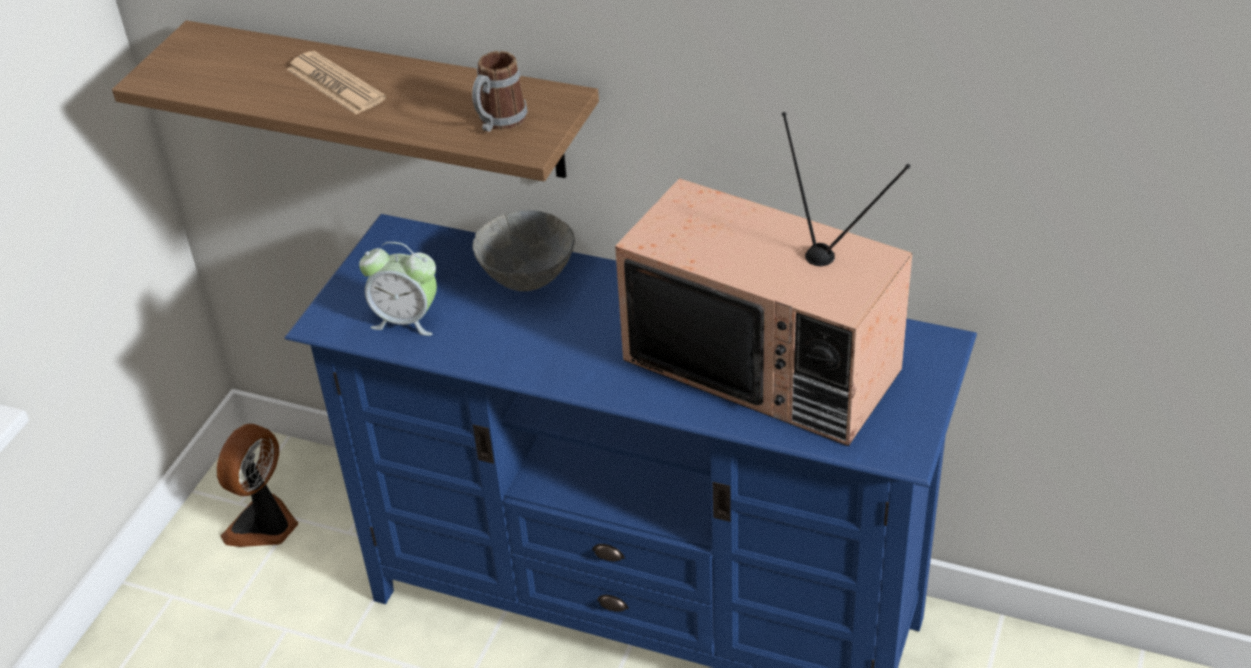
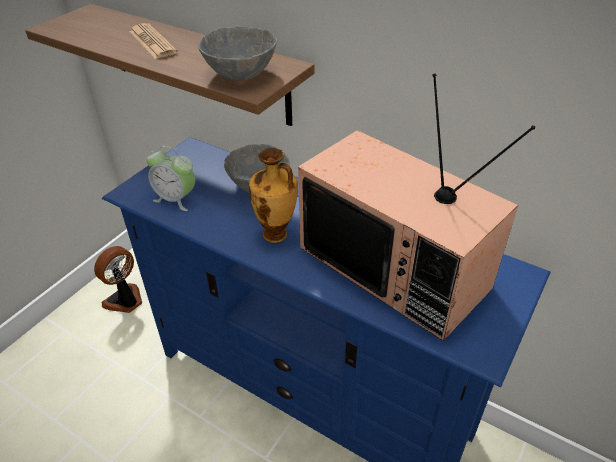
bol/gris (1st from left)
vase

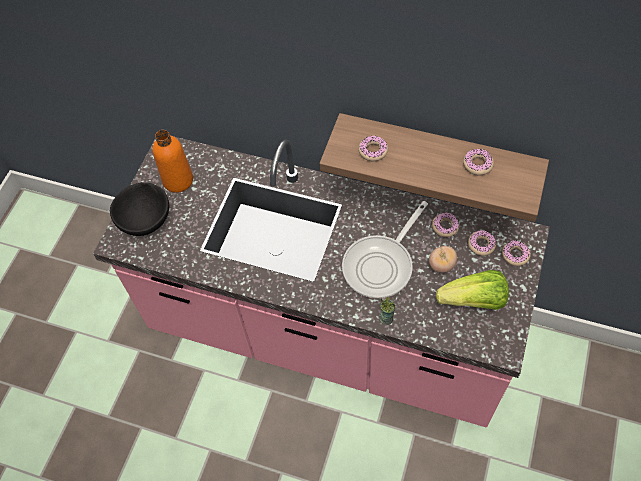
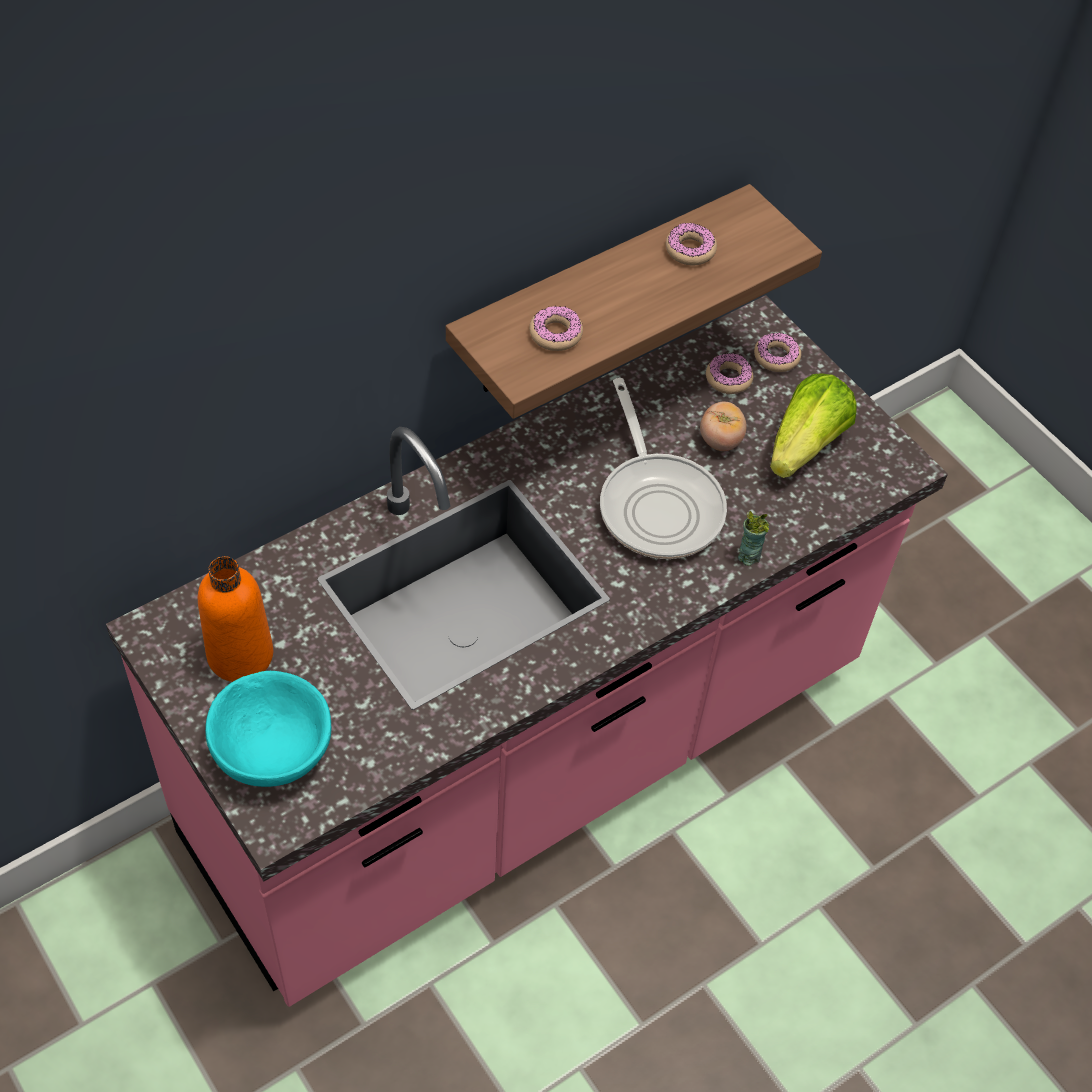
bol/turquoise
beignet (2nd from left in the first image)

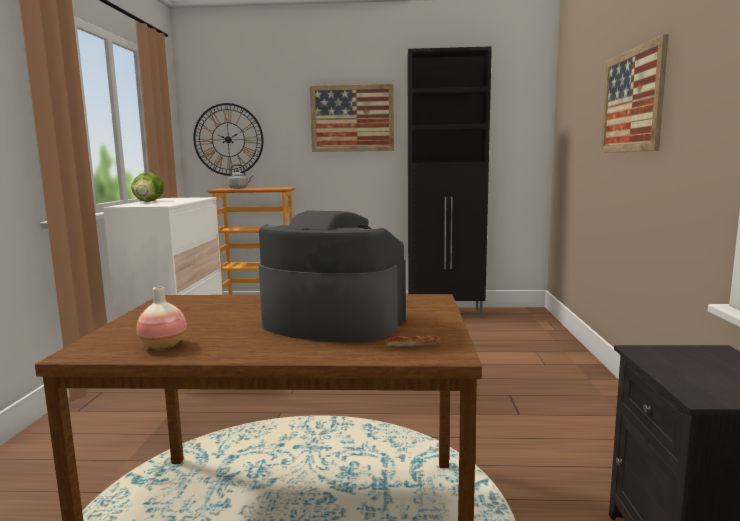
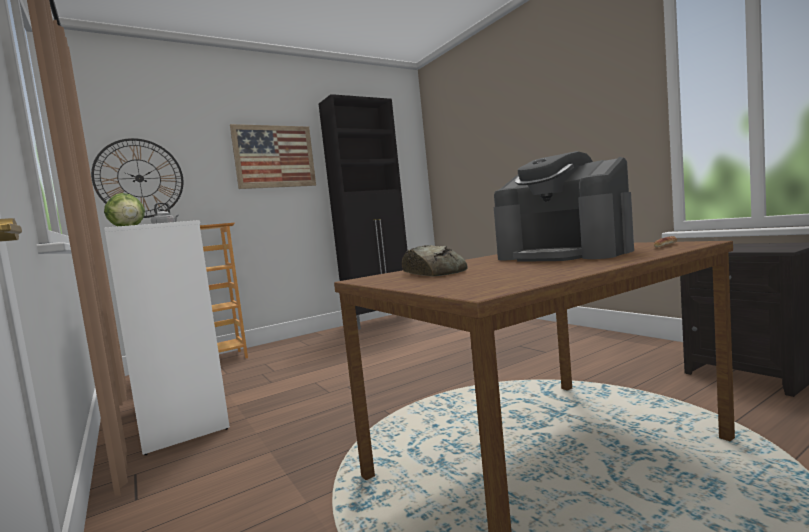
pain (1st from left)
machine à café
vase
tableau (2nd from left in the first image)

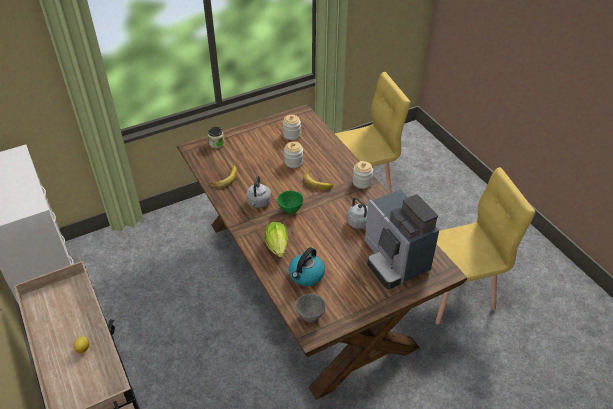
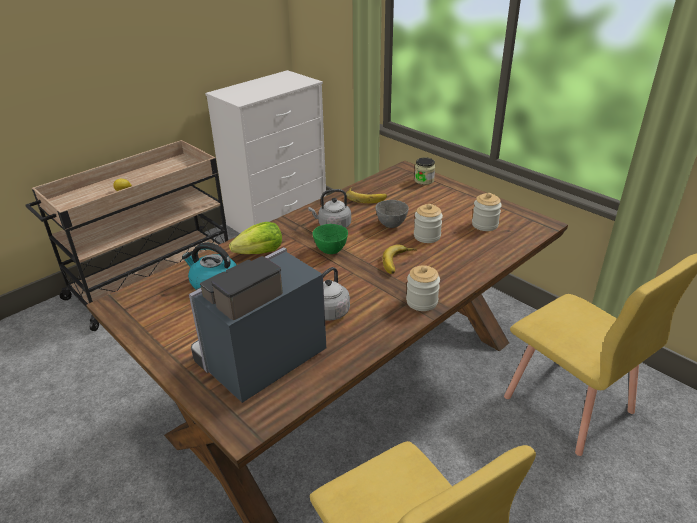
bol/gris

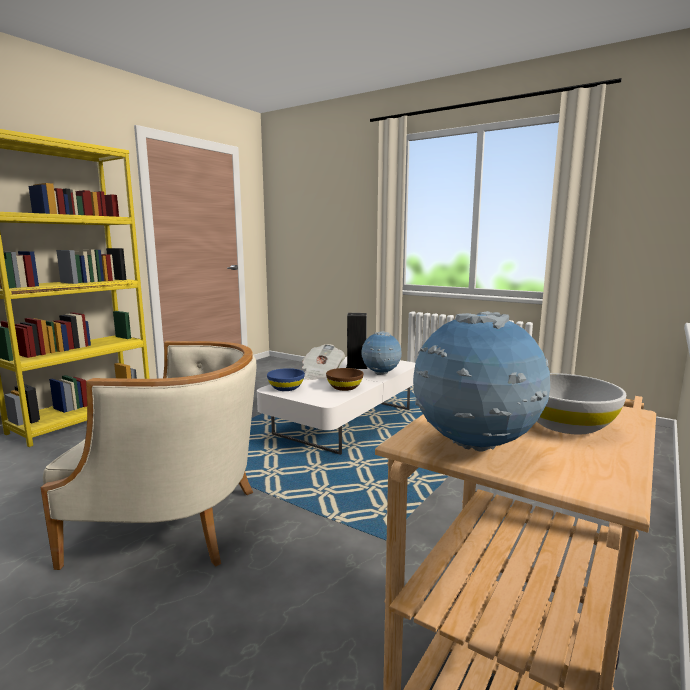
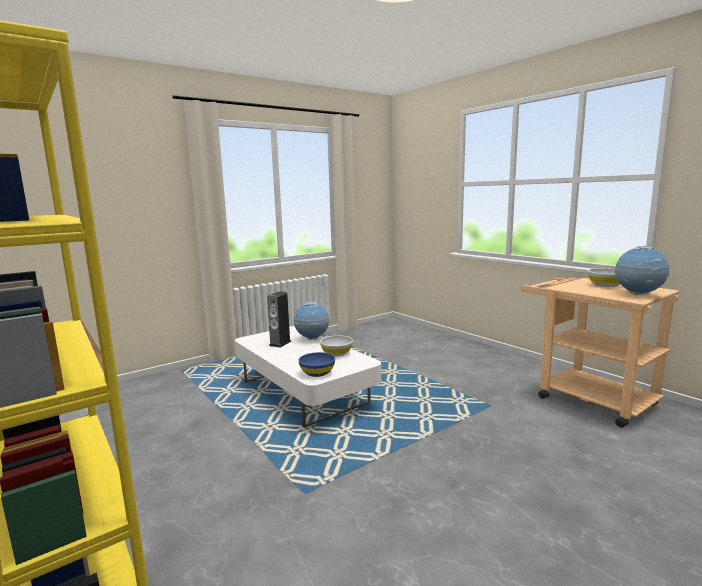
bol/blanc (1st from left)
fauteuil/beige
journal

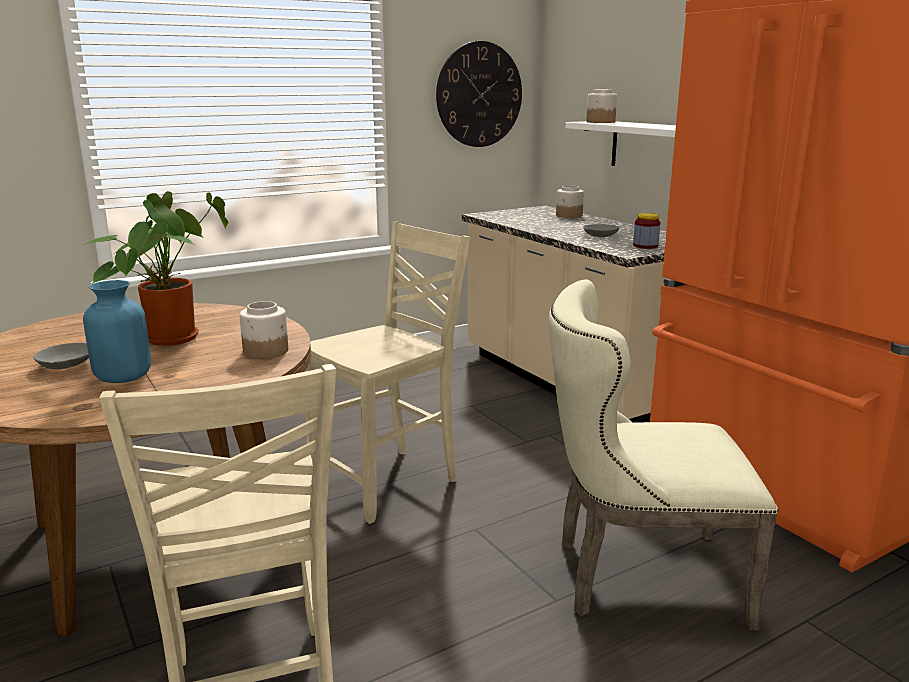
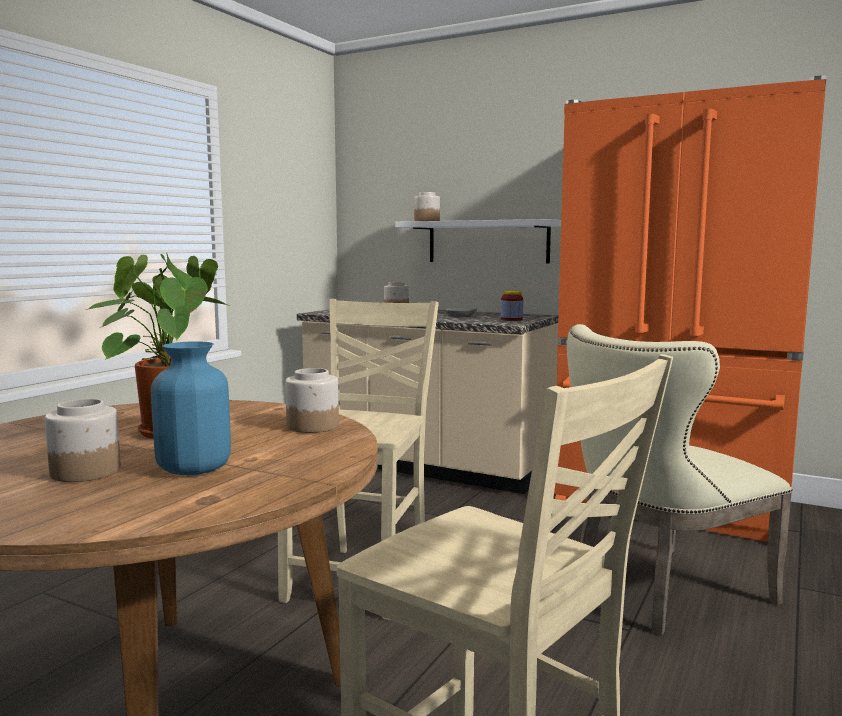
bocal (1st from left)
horloge murale

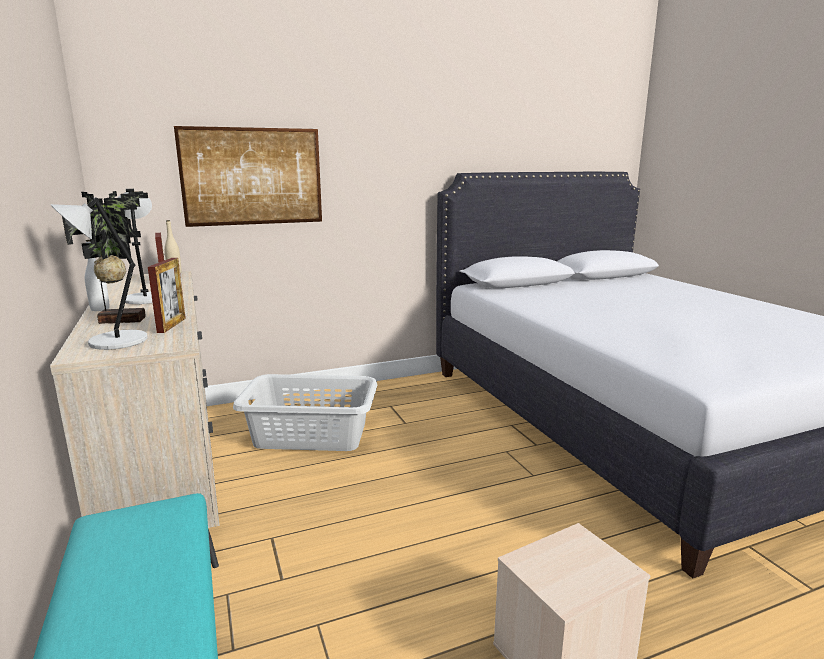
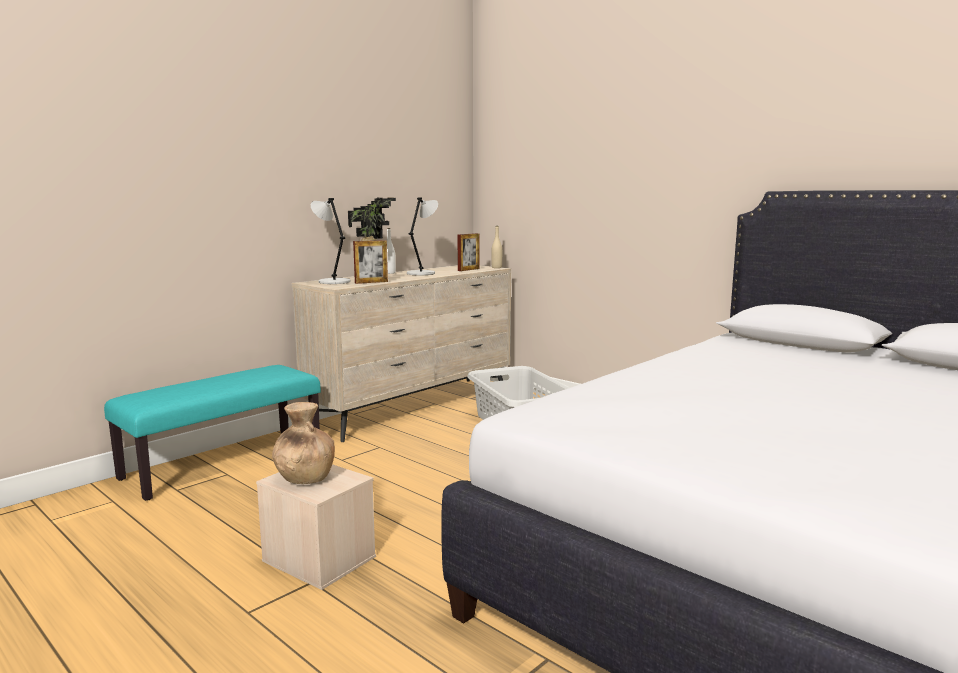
vase/marron
tableau

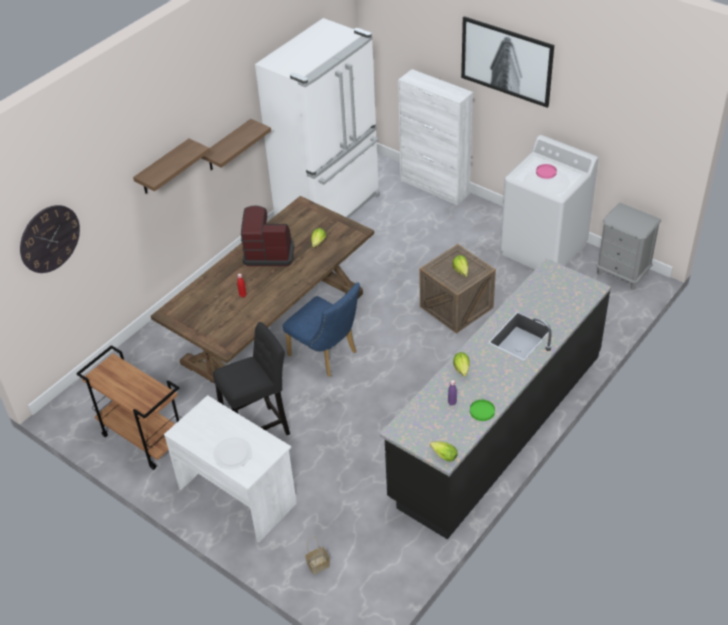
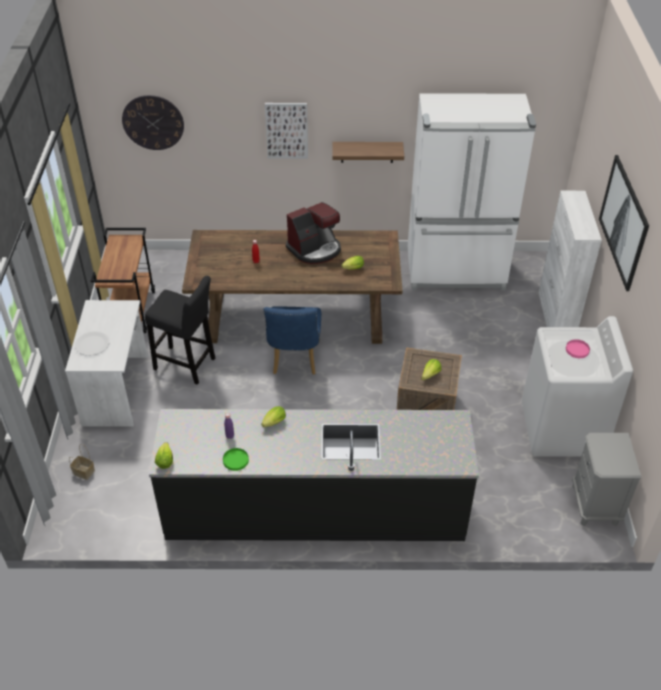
tableau (1st from left)
machine à café

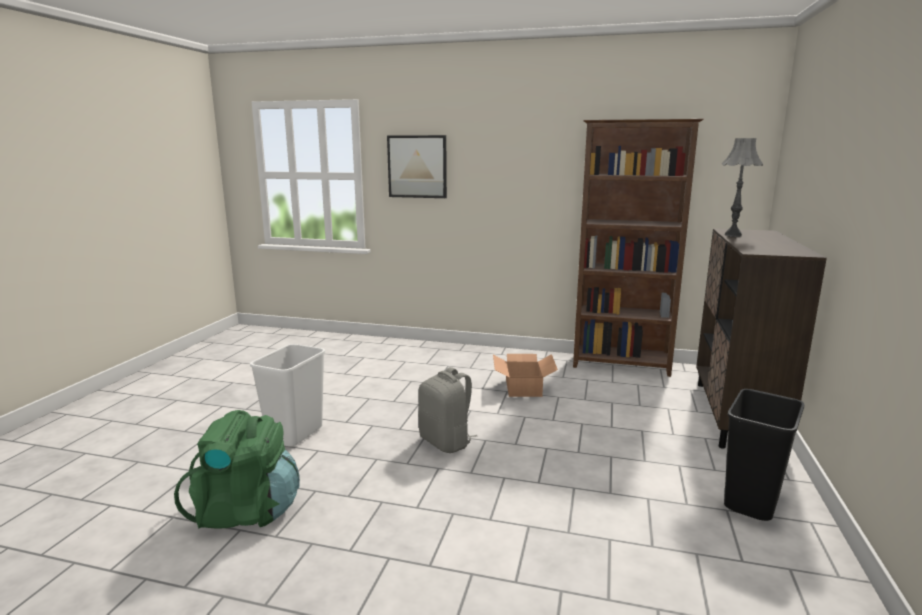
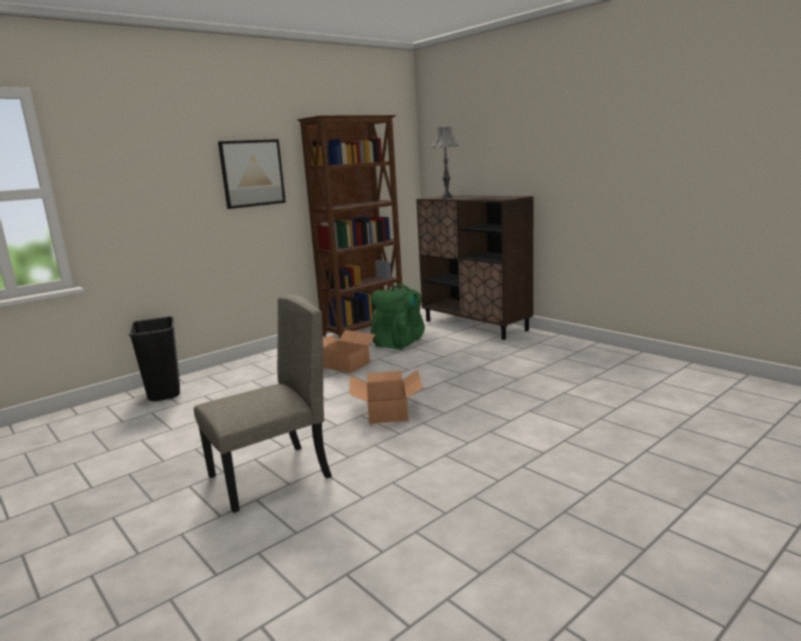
poubelle/noir
chaise/beige
tableau
carton (2nd from left)
sac à dos/vert

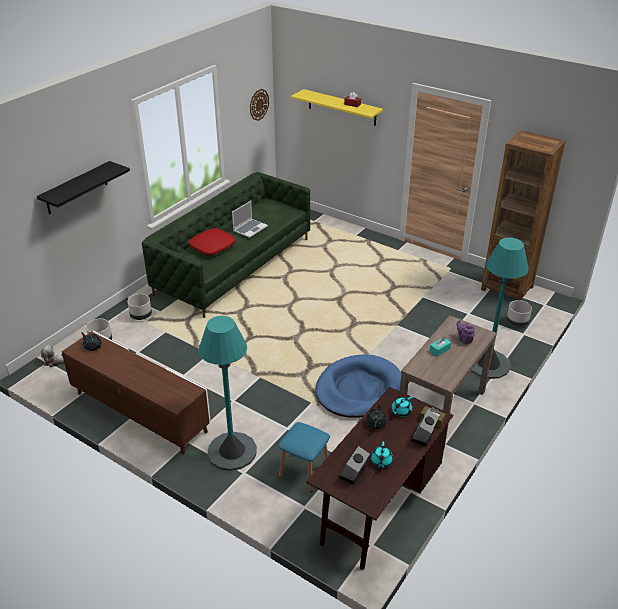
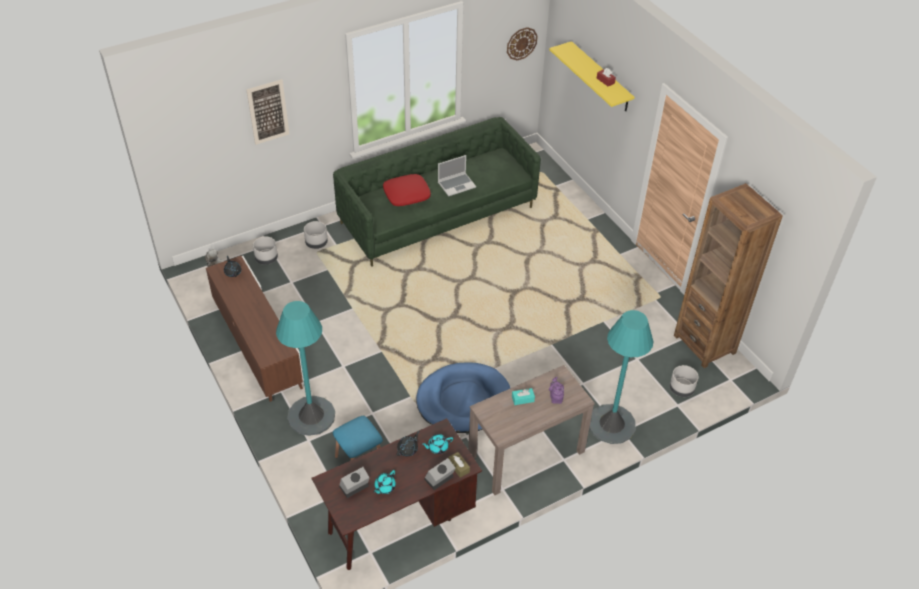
tableau

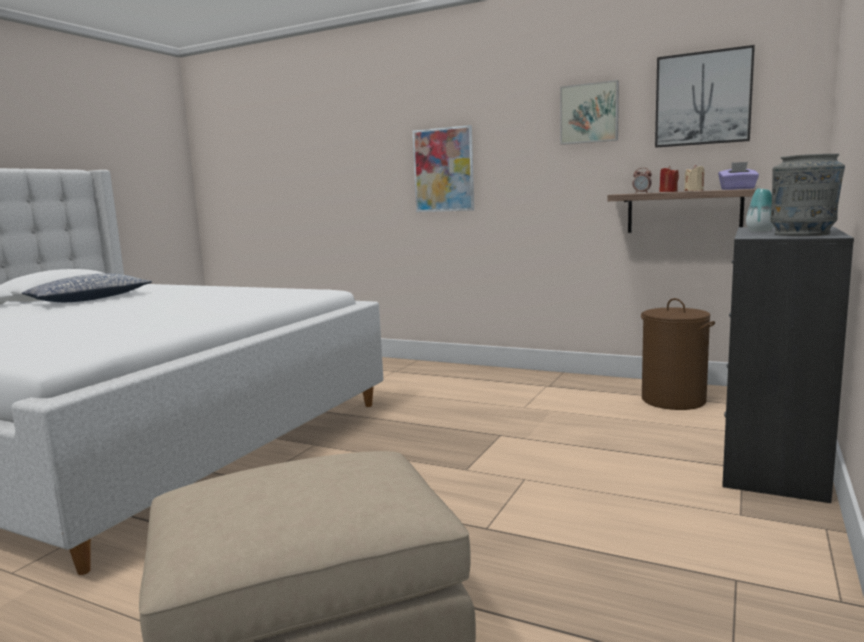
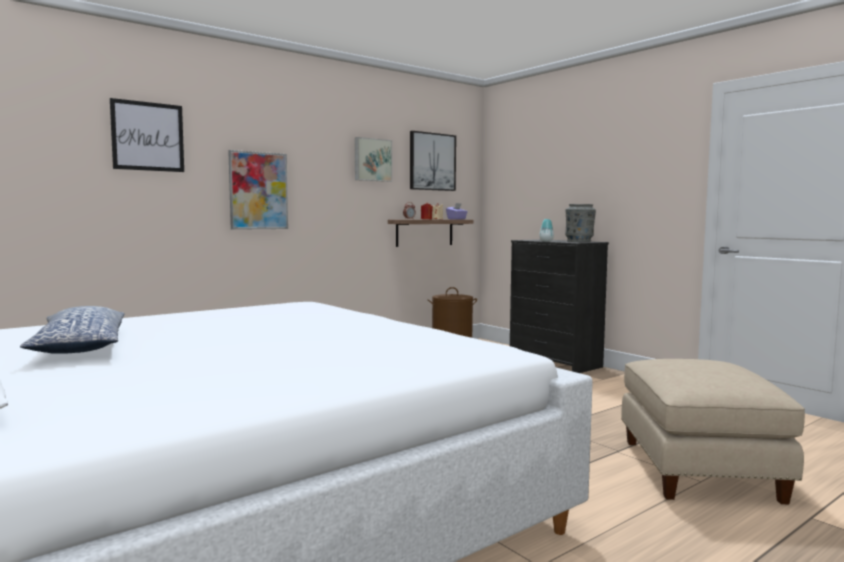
tableau (1st from left)

